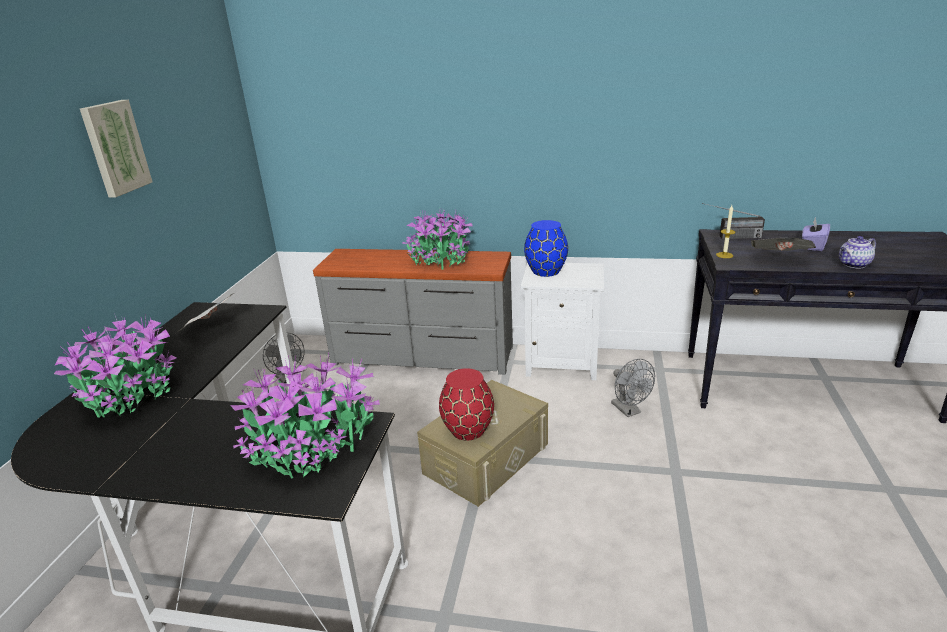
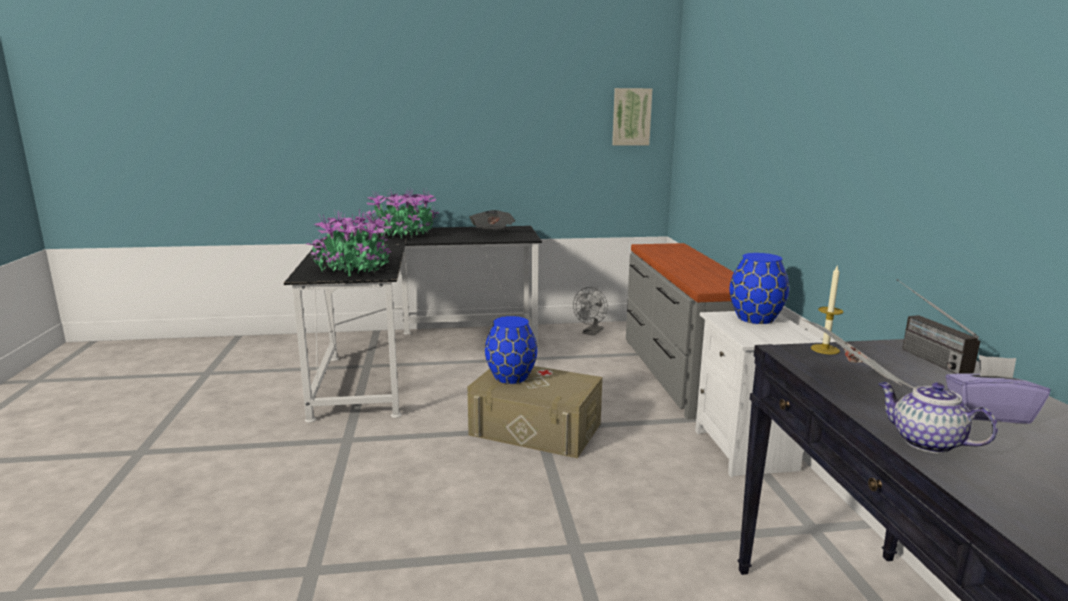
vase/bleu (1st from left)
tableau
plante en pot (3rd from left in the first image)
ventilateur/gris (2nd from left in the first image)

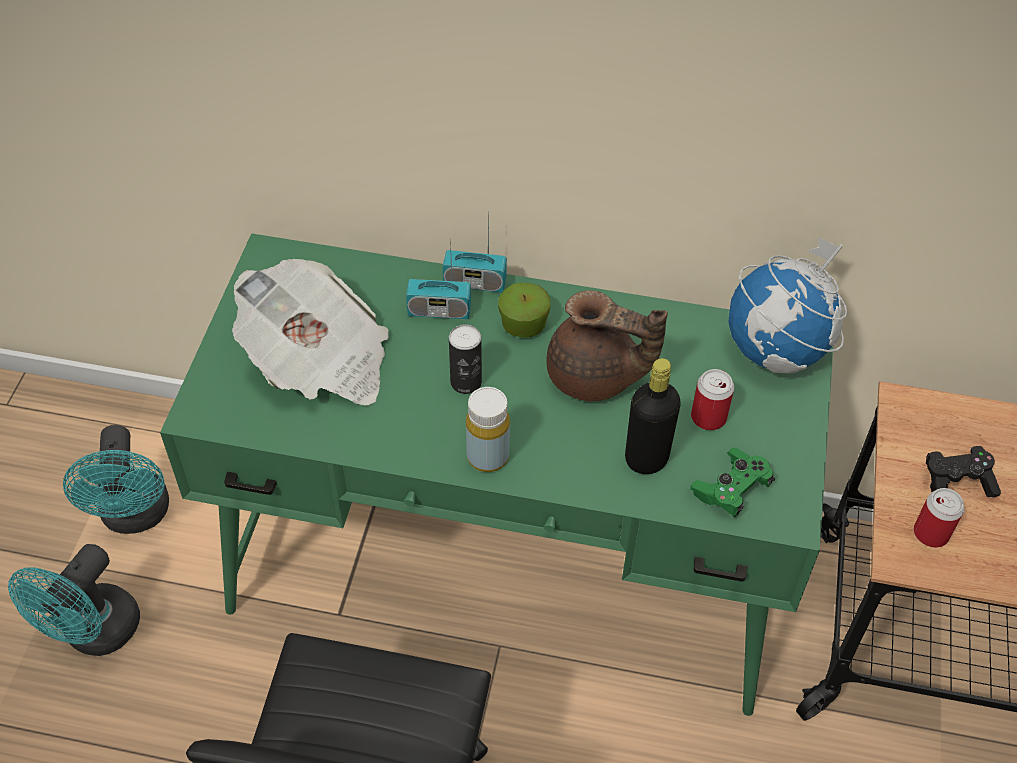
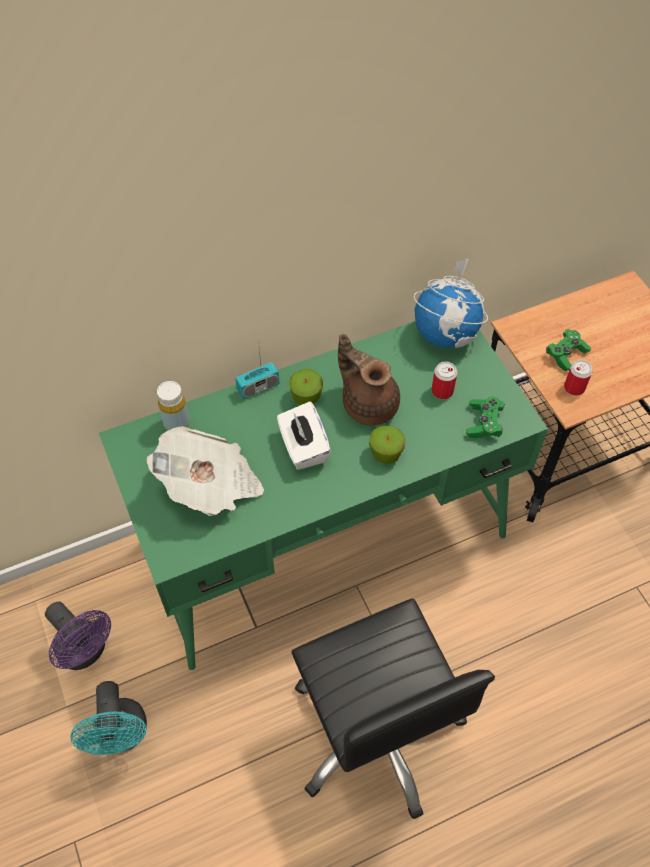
ventilateur/violet
bouteille/jaune
boîte à mouchoirs/blanc
théière/marron
pomme (2nd from left)
manette/vert (2nd from left)
radio (1st from left in the first image)
bouteille/noir

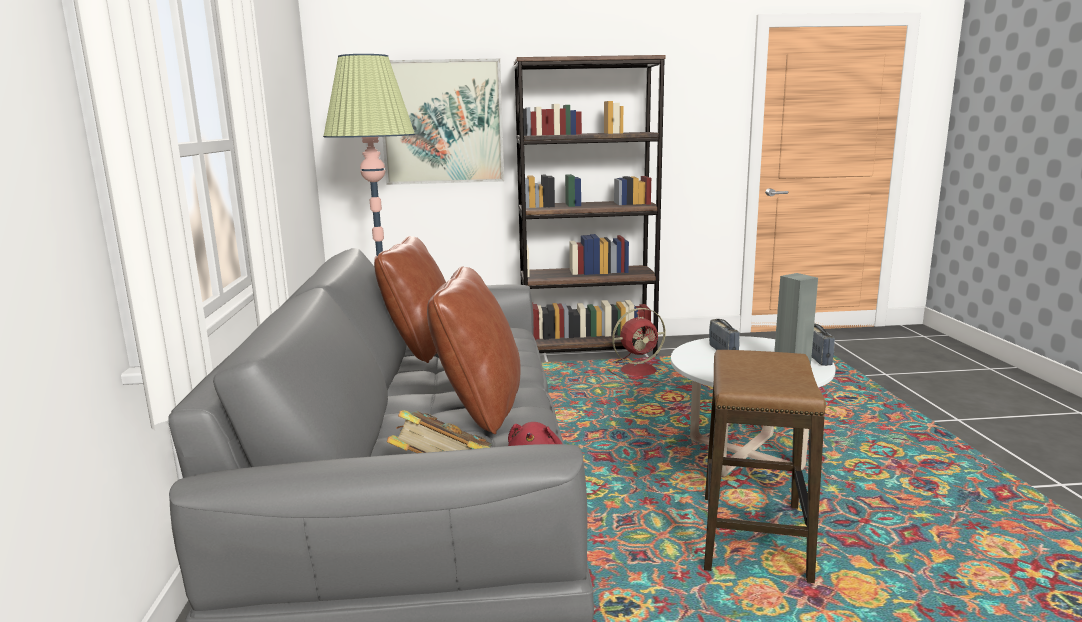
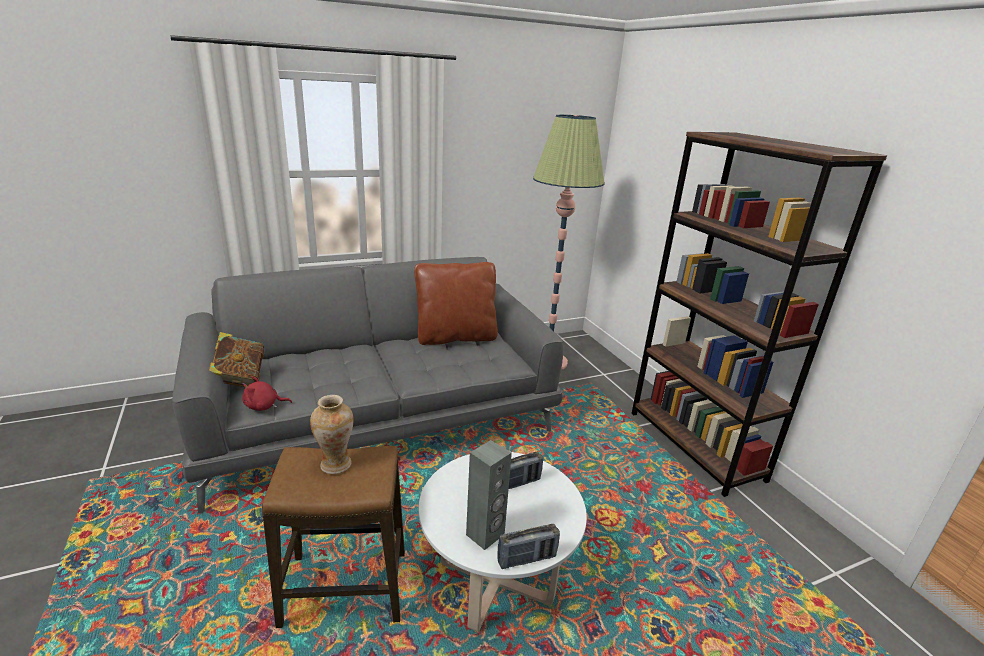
vase
tableau
coussin/marron (2nd from left in the first image)
ventilateur/rouge

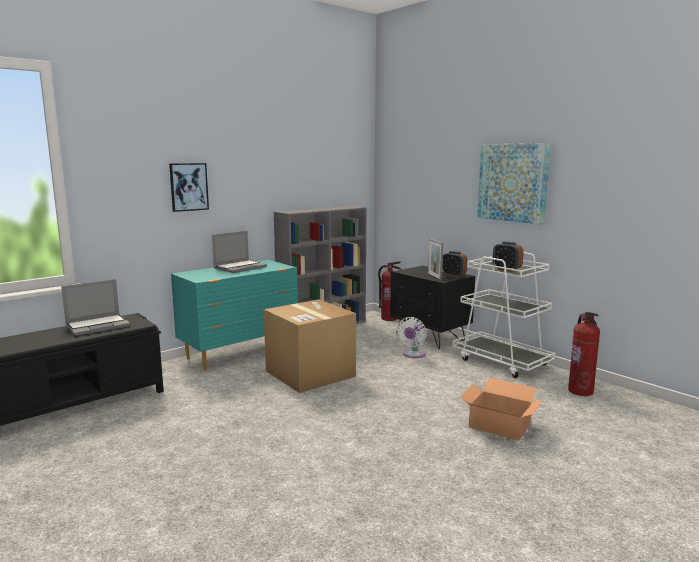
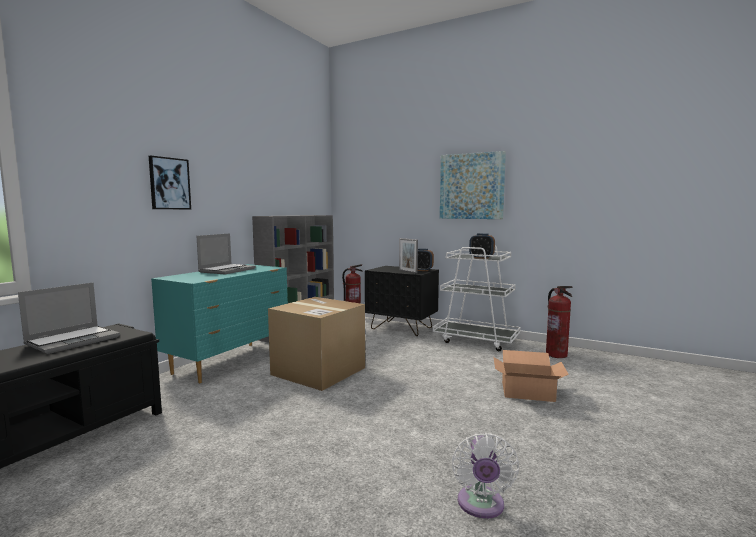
ventilateur/blanc

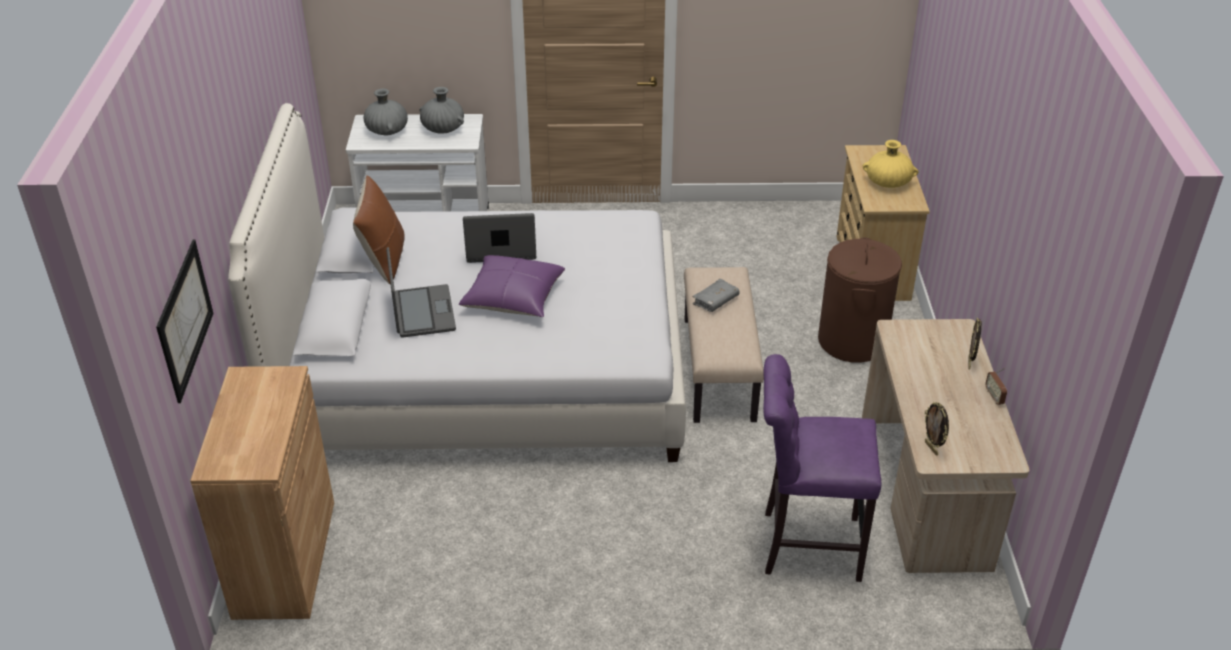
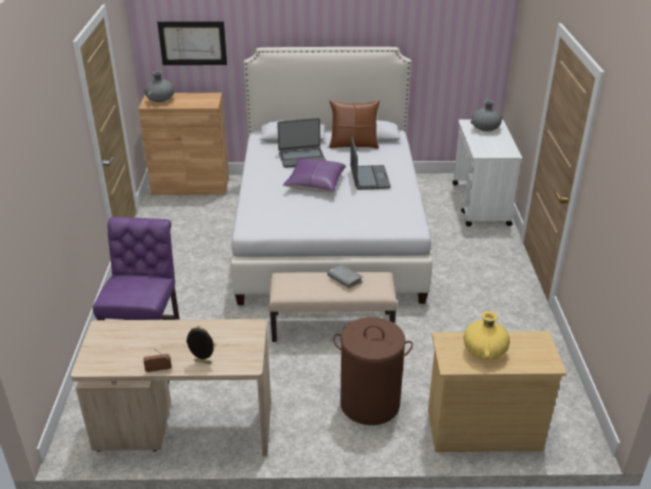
vase/gris (1st from left)
cadre photo (1st from left in the first image)

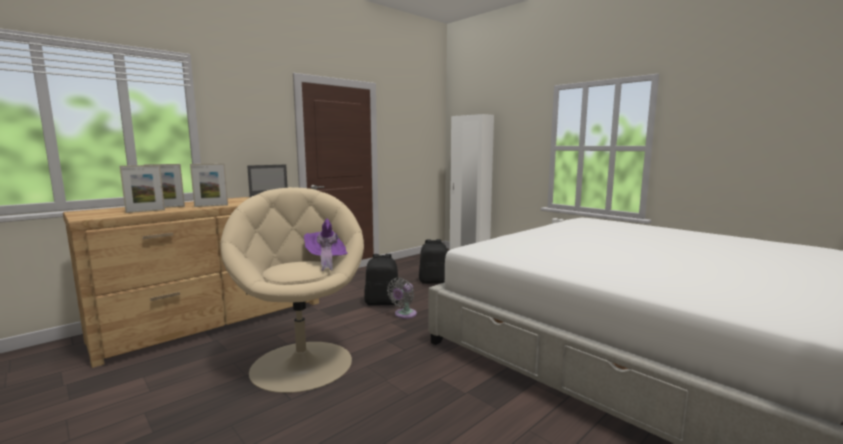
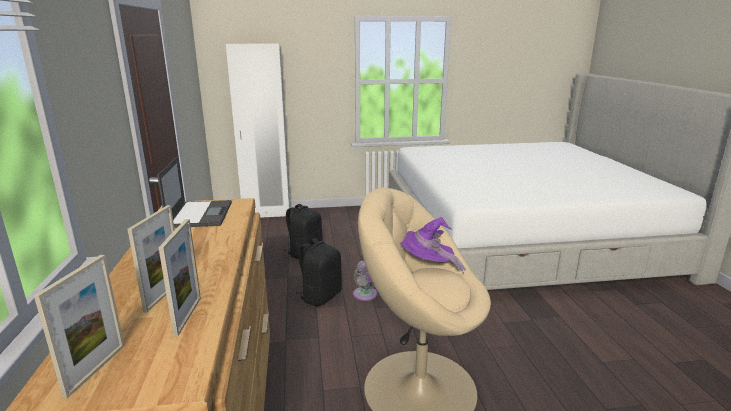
cadre photo (1st from left)

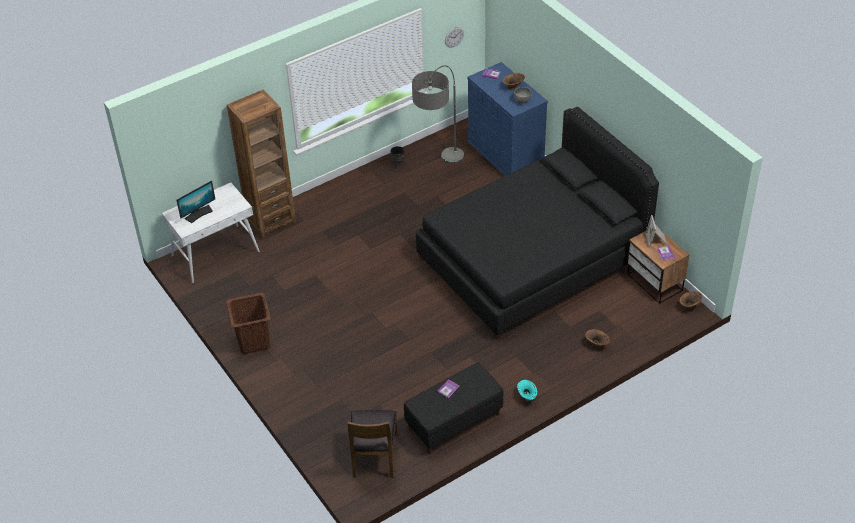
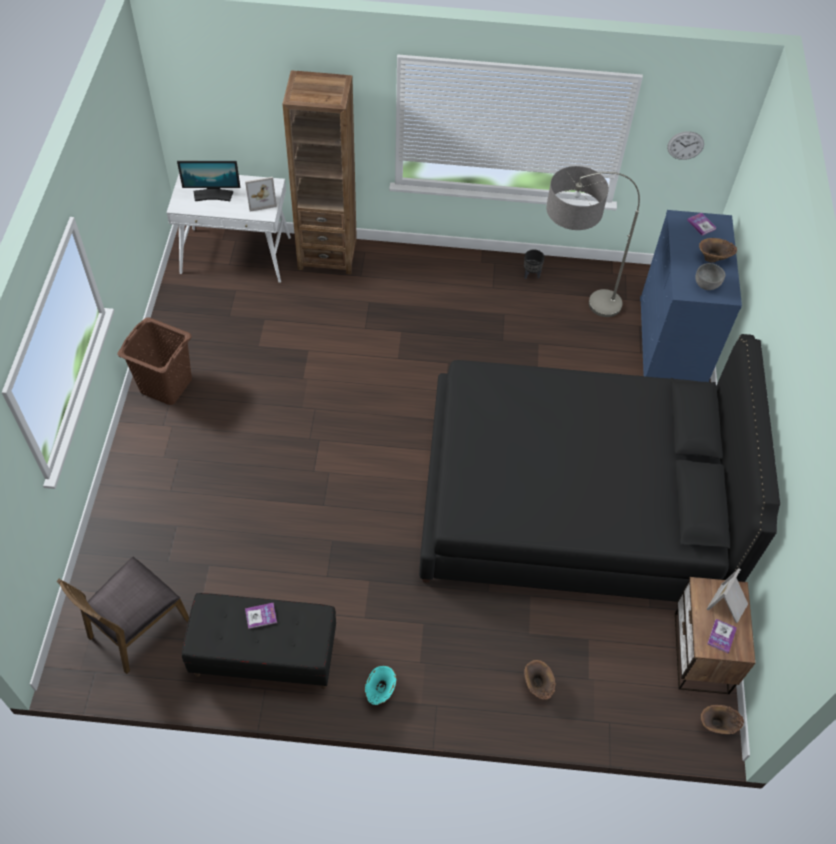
cadre photo (1st from left)

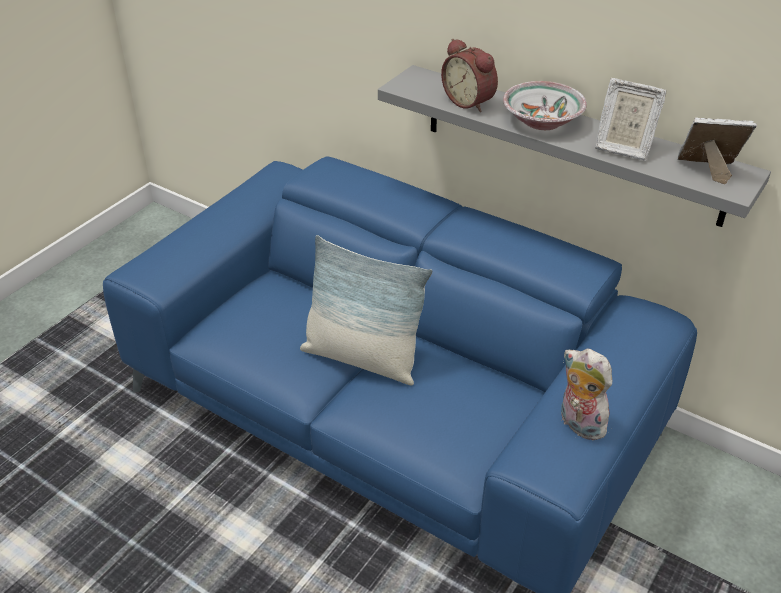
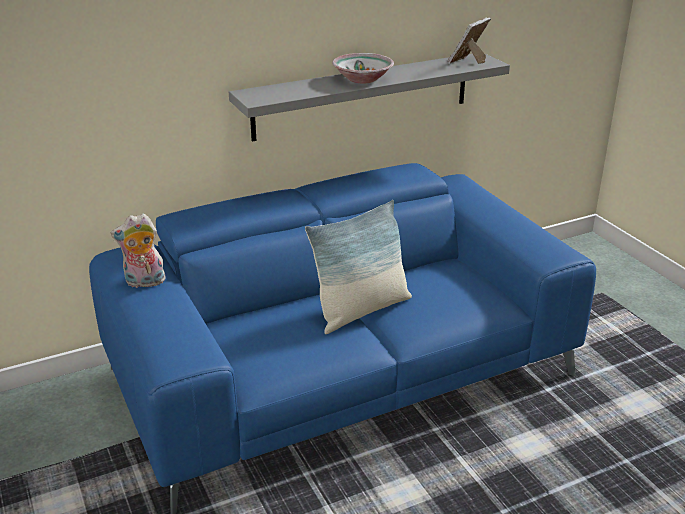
peluche
réveil
cadre photo (1st from left in the first image)

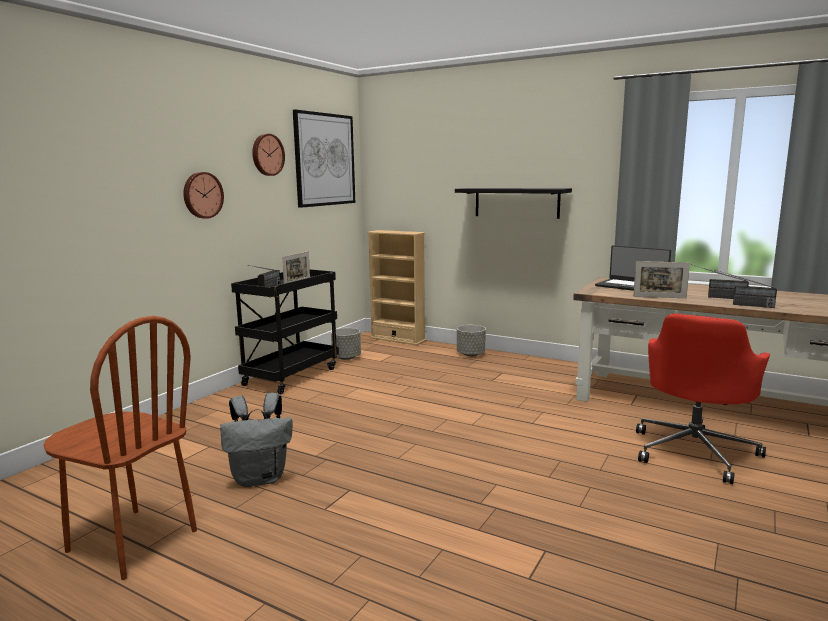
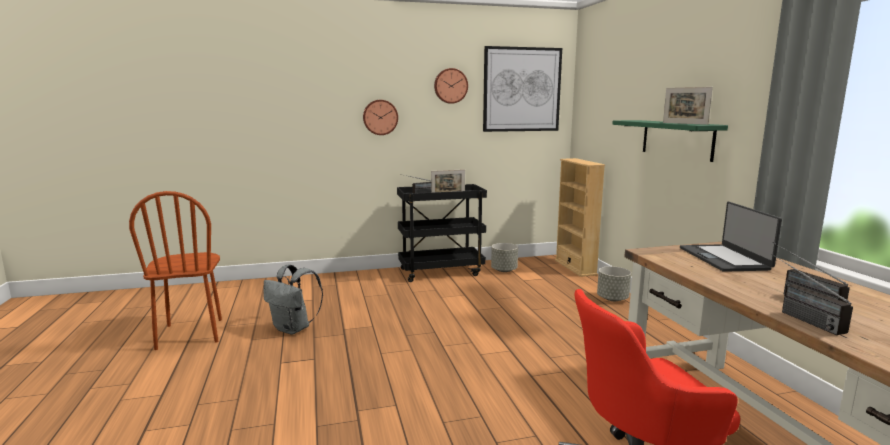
étagère/vert
cadre photo (2nd from left)

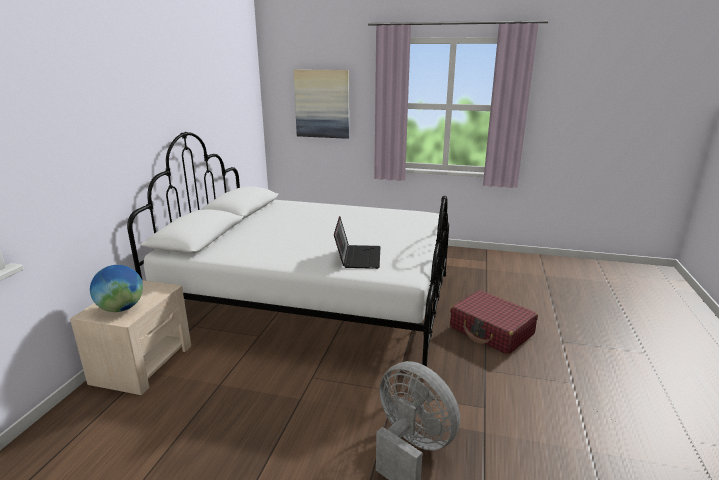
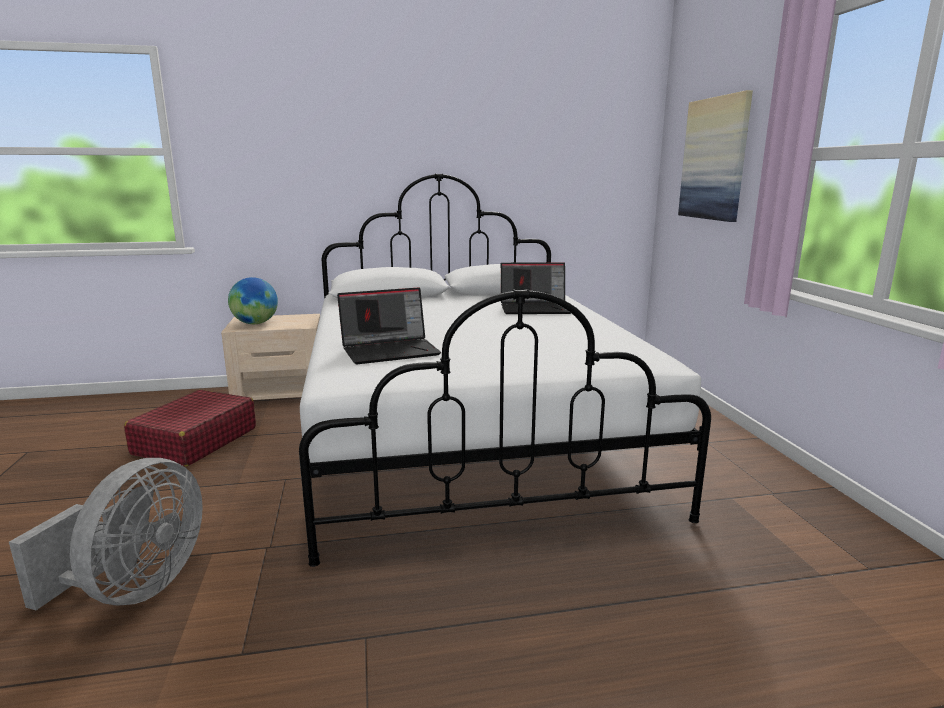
valise/rouge
ordinateur portable (2nd from left)

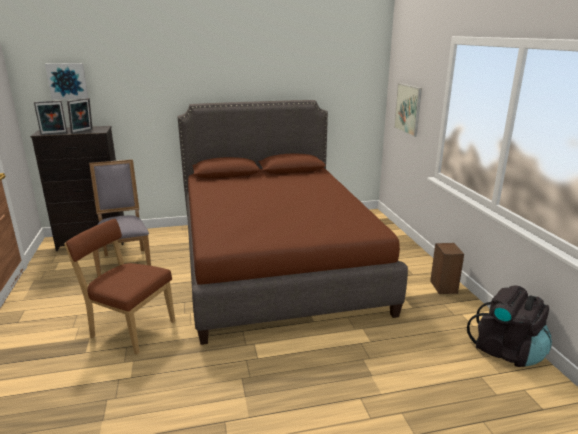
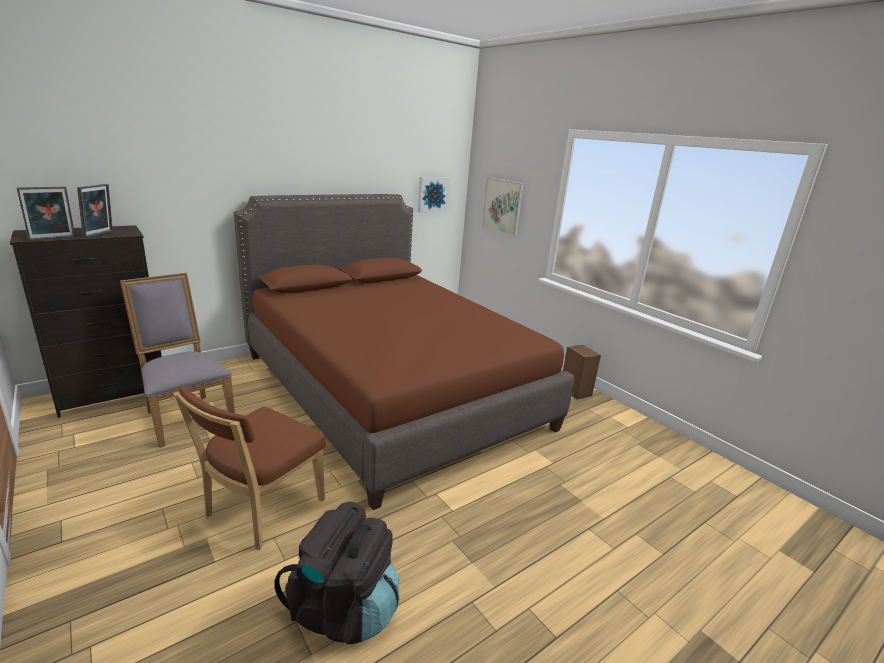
chaise/marron
sac à dos/noir
tableau (1st from left)

